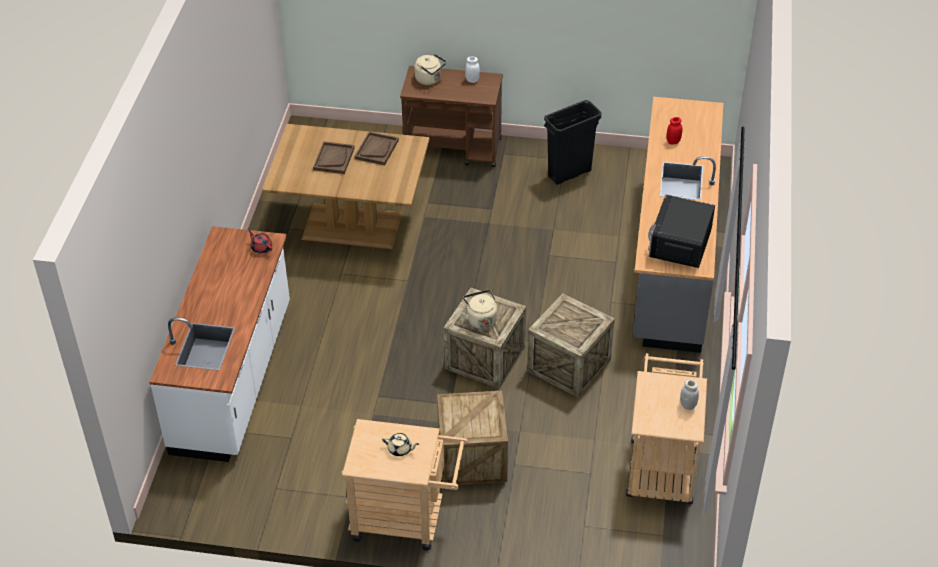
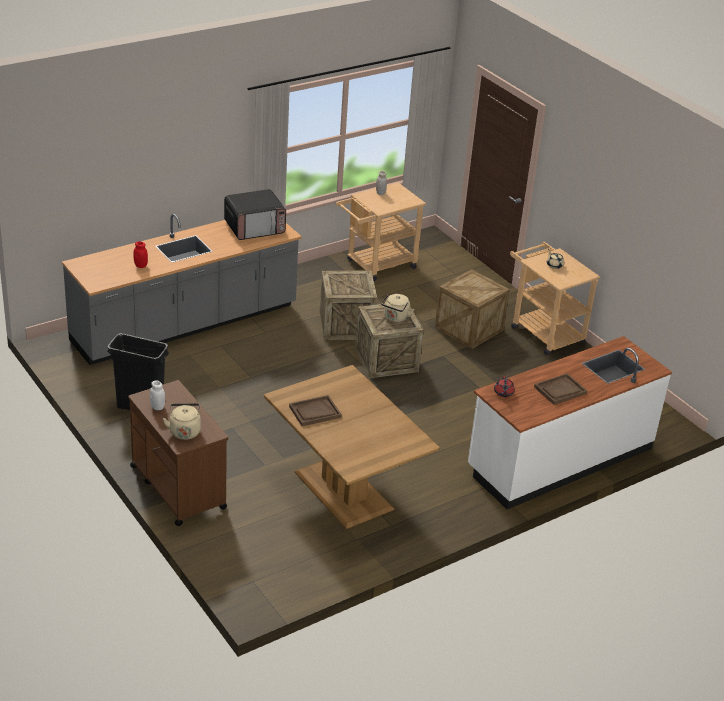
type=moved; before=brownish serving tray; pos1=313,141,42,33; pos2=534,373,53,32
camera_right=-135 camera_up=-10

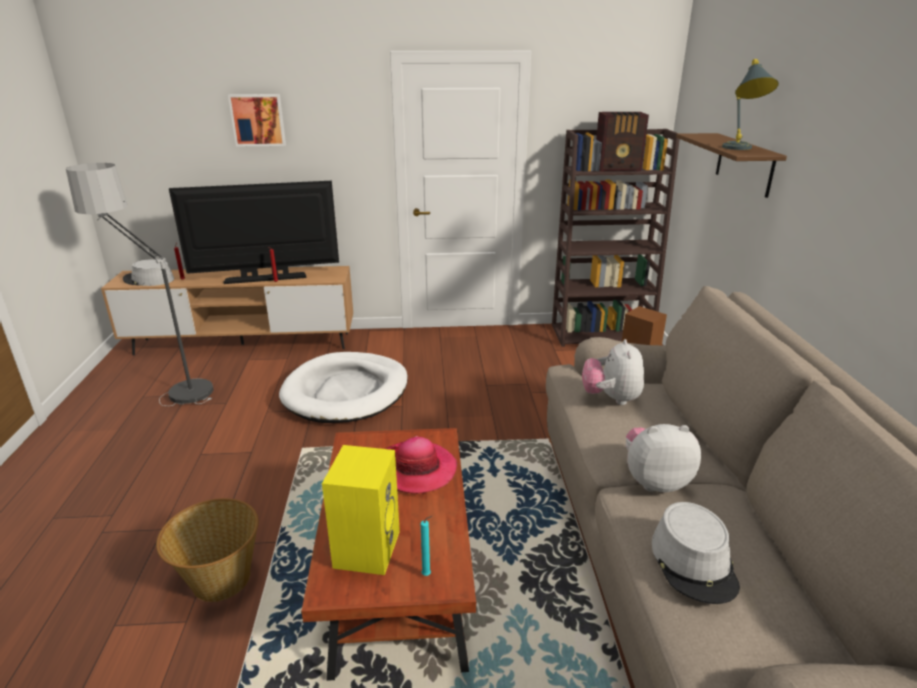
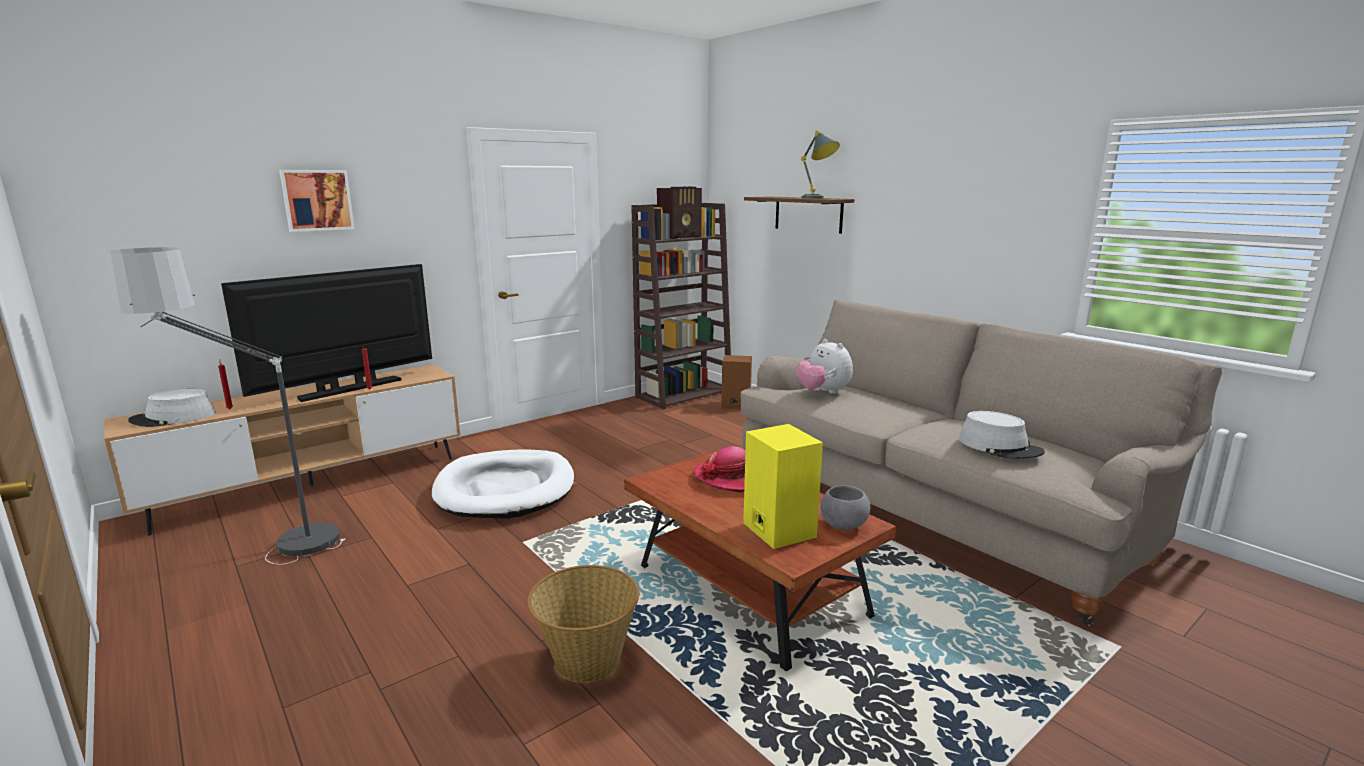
type=removed; before=cuddly toy; pos1=626,424,75,68
type=replaced; before=turquoise-coloured candle; after=grey serving bowl; pos1=421,516,11,60; pos2=820,485,50,45
camera_right=-35 camera_up=-10

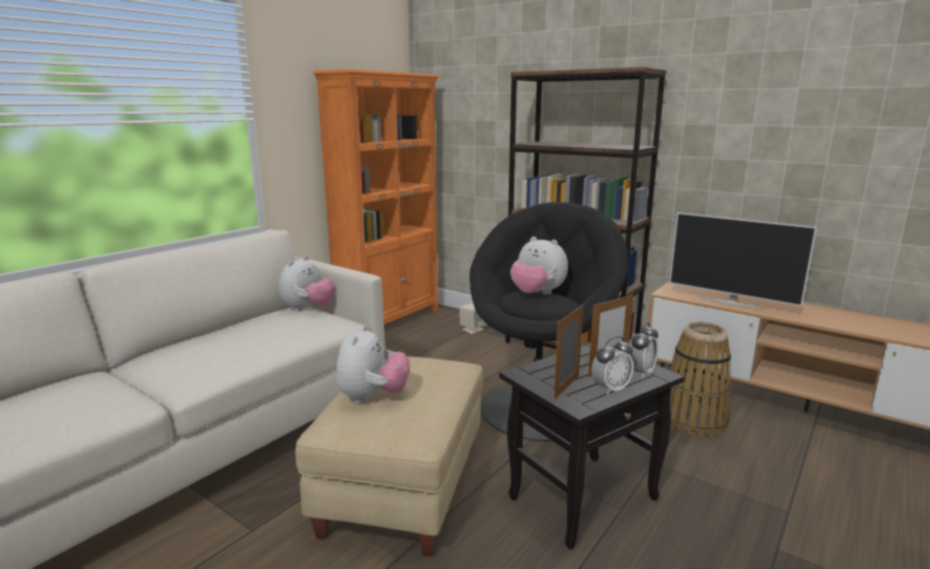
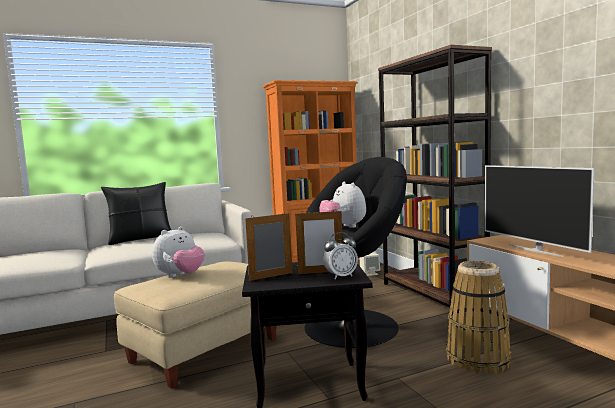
type=removed; before=cuddly toy; pos1=278,256,57,55
type=removed; before=bedside clock; pos1=591,336,43,59
type=added; after=black cushion; pos2=101,182,70,63
camera_right=30 camera_up=-10

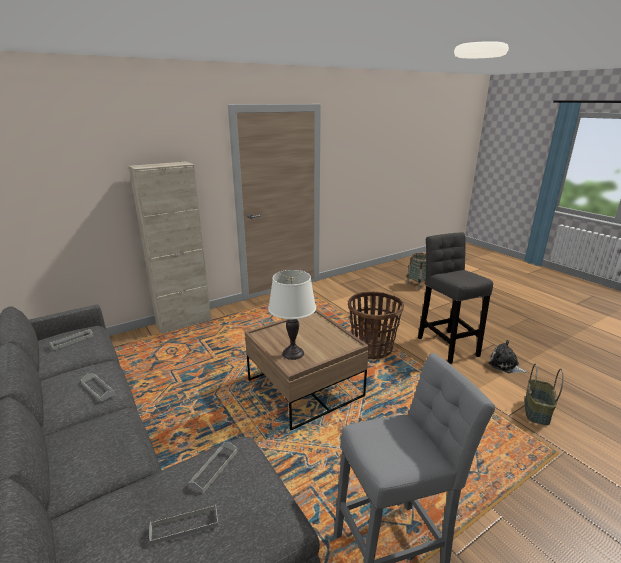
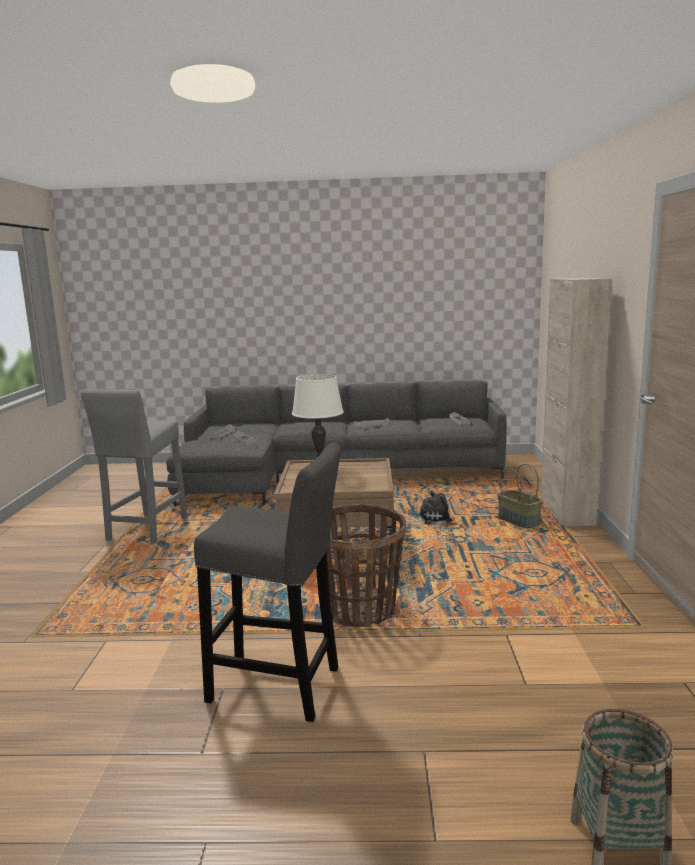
type=moved; before=cuddly toy; pos1=489,340,39,33; pos2=410,490,42,35
type=moved; before=basket; pos1=525,364,39,61; pos2=497,463,46,66
camera_right=125 camera_up=-10

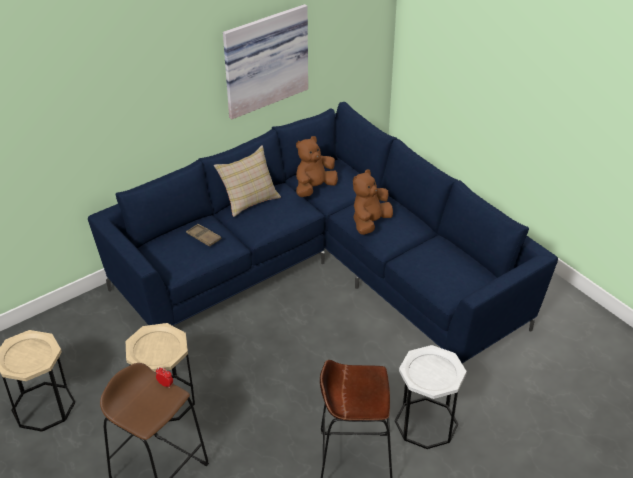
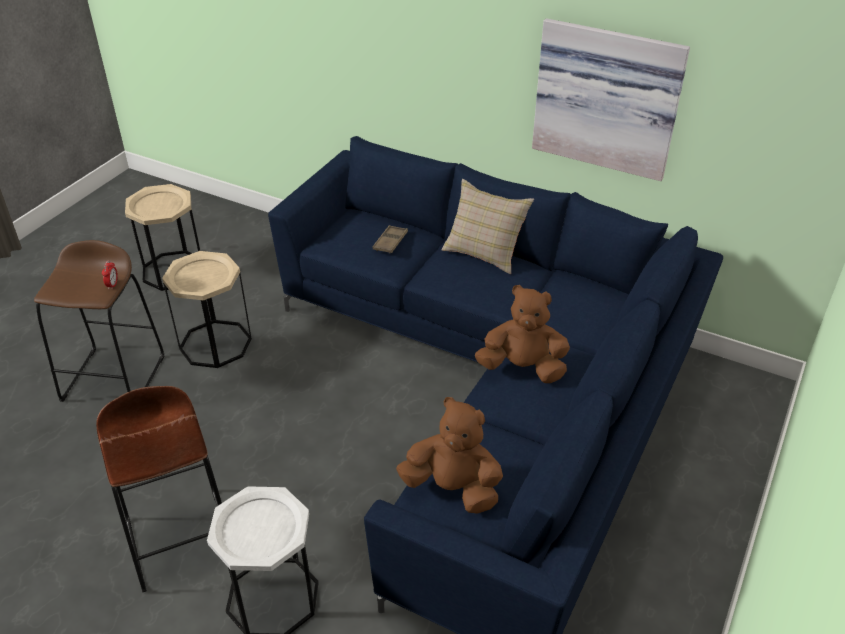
type=moved; before=brownish cuddly toy; pos1=296,136,42,61; pos2=396,397,107,117
camera_right=65 camera_up=0

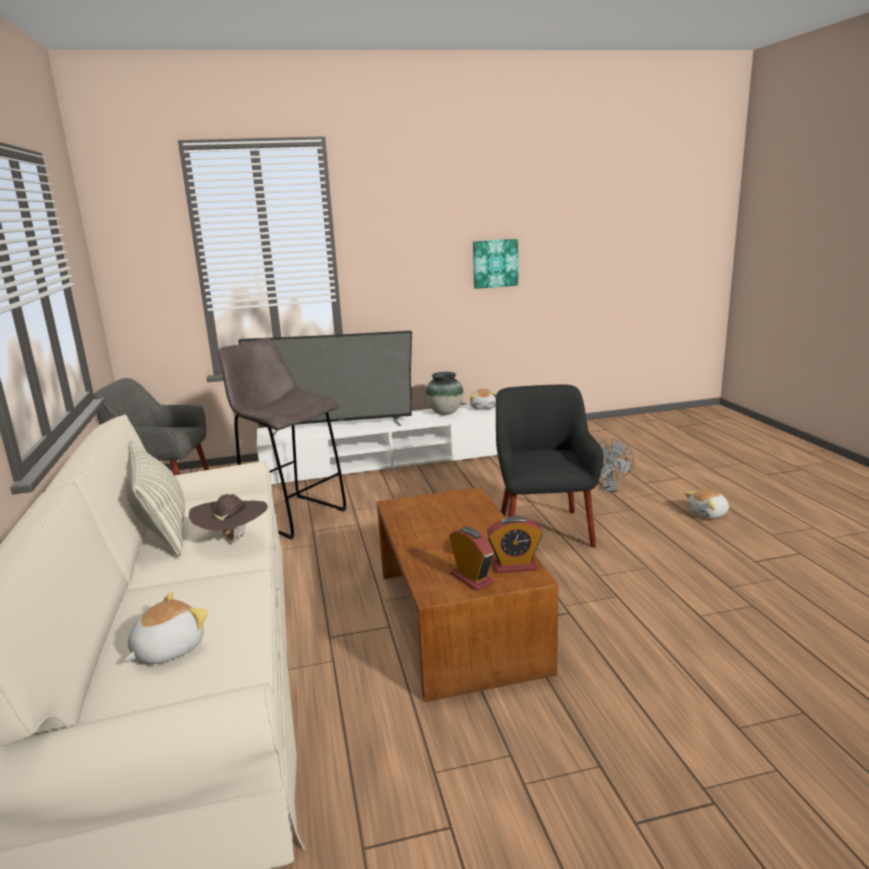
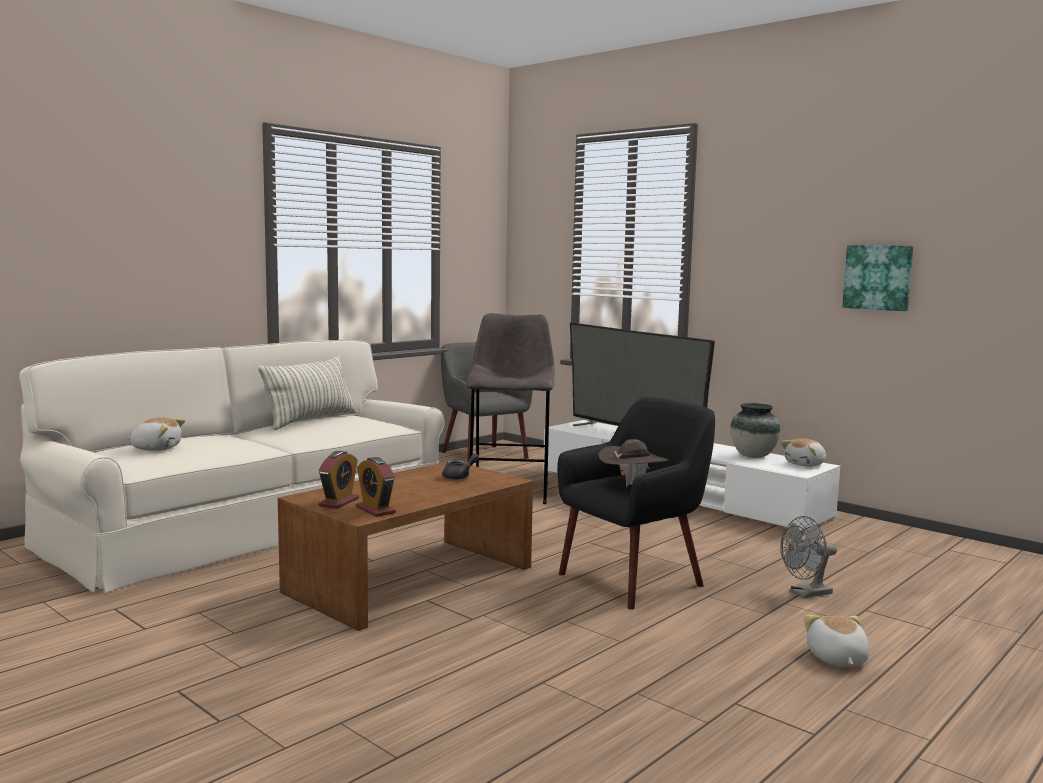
type=added; after=grey pot for tea; pos2=442,453,37,27
type=moved; before=brownish wearable hat; pos1=189,494,79,50; pos2=598,440,70,47
type=turned; before=cuddly toy; pos1=684,489,45,30; pos2=804,615,65,52; turn=60
camera_right=55 camera_up=-10

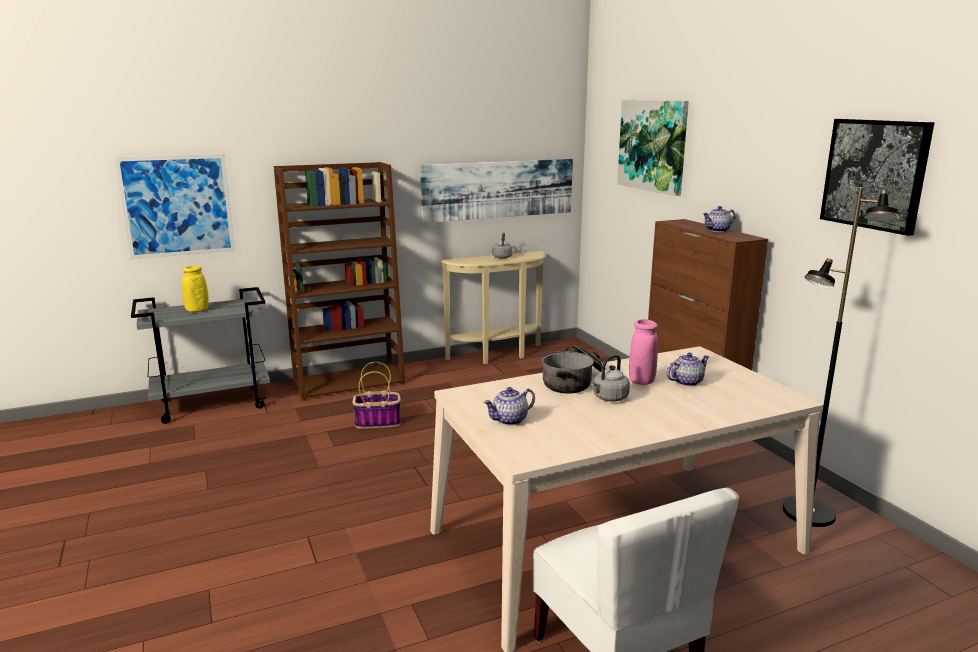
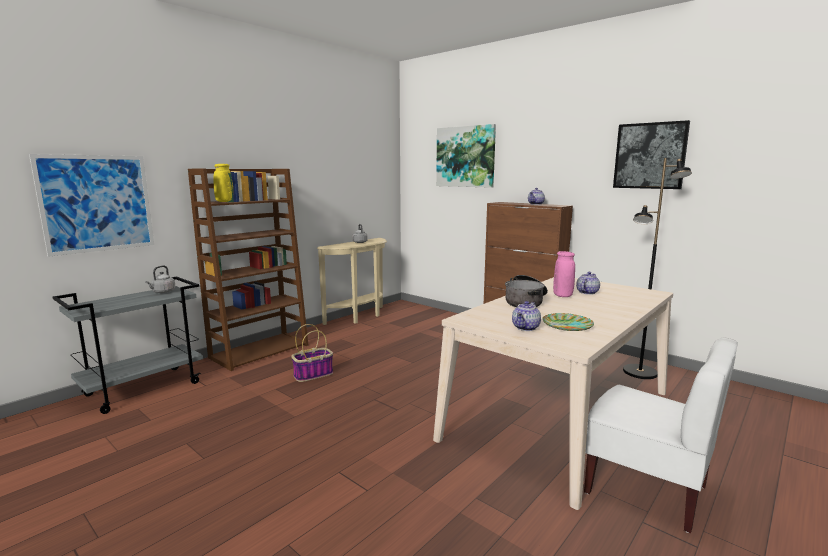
type=removed; before=wall art; pos1=420,159,153,64
type=added; after=dinner plate; pos2=542,313,52,18
type=moved; before=yellow-coloured vase; pos1=182,266,27,46; pos2=213,164,20,38
type=moved; before=grey tea kettle; pos1=590,355,40,47; pos2=145,265,30,28
camera_right=-25 camera_up=-5

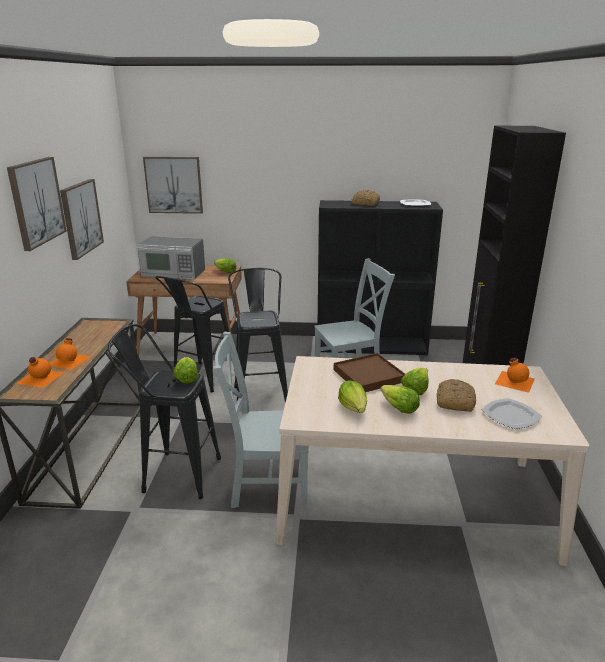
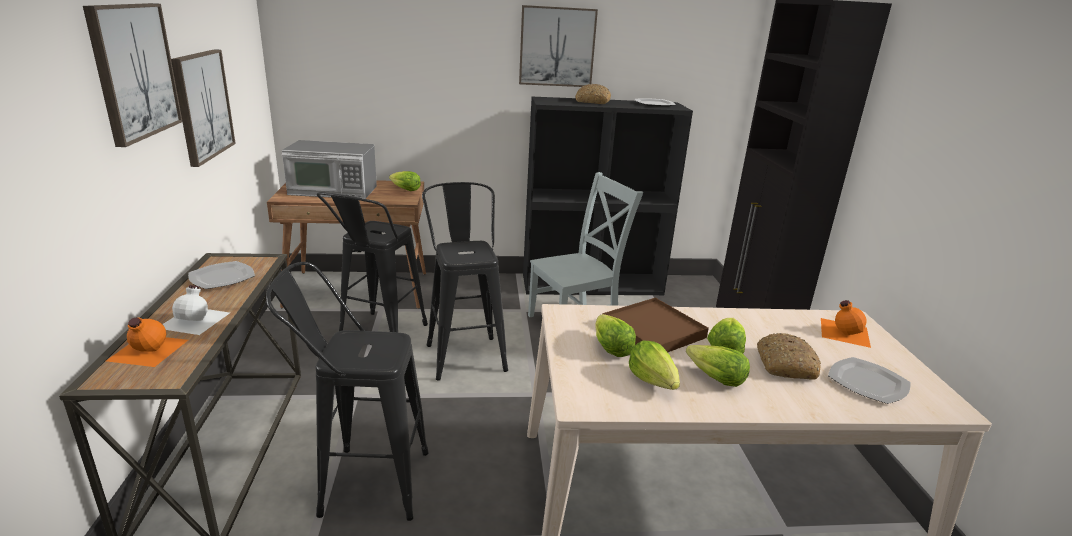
type=removed; before=grey chair; pos1=213,332,96,176
type=added; after=dinner plate; pos2=188,261,67,28
type=moved; before=wall art; pos1=143,157,60,57; pos2=519,5,79,82
type=moved; before=lettuce; pos1=173,357,25,27; pos2=595,314,41,43
type=recoloured; before=orange-coloured drink bottle; after=whitish drink bottle; pos1=50,338,40,32; pos2=162,285,68,50
camera_right=-10 camera_up=0

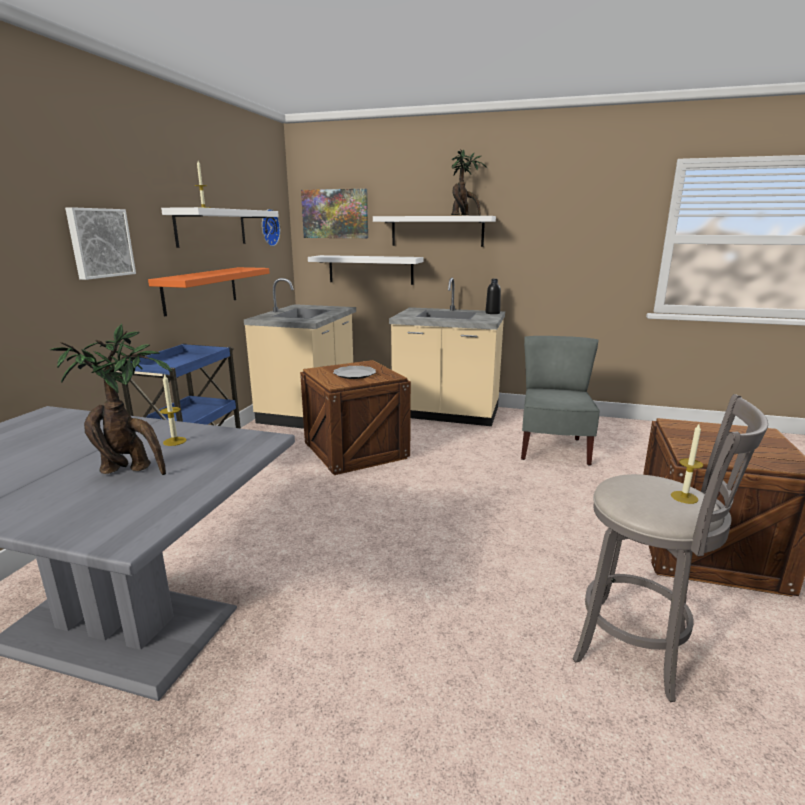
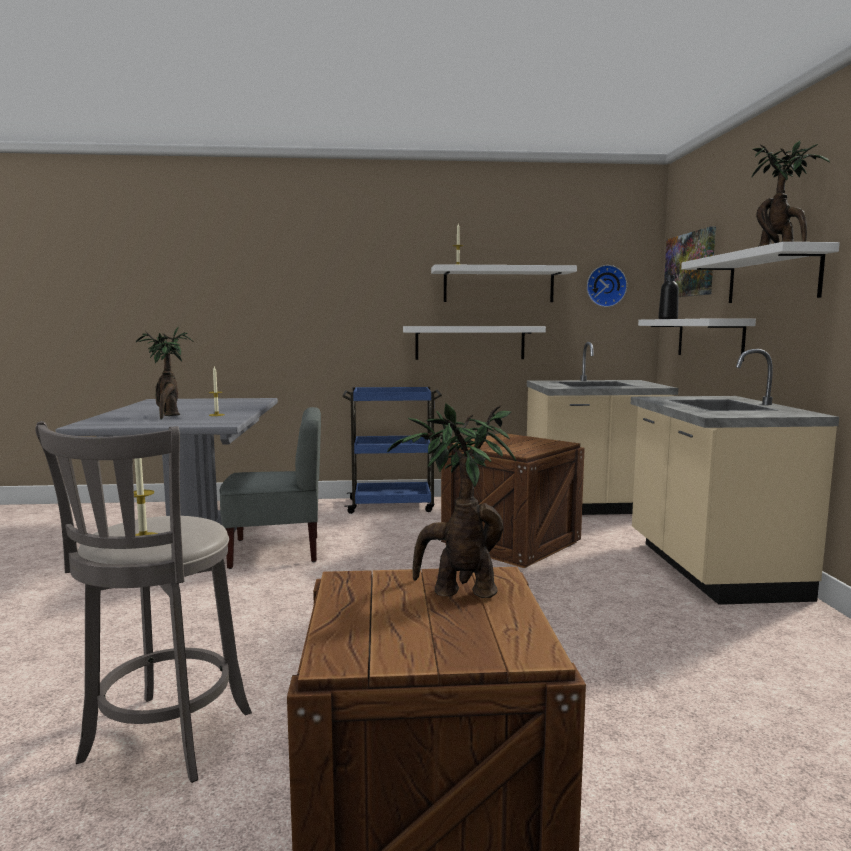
type=removed; before=wall art; pos1=65,207,71,73
type=removed; before=dinner plate; pos1=333,366,43,13
type=added; after=potted plant; pos2=387,403,129,195
type=moved; before=black drink bottle; pos1=486,279,15,35; pos2=658,275,21,44
type=moved; before=grey chair; pos1=521,336,79,129; pos2=219,407,102,162
type=recoloured; before=orange-coloured wall shelf; after=whitish wall shelf; pos1=148,267,122,50; pos2=403,326,143,34
camera_right=70 camera_up=-10

